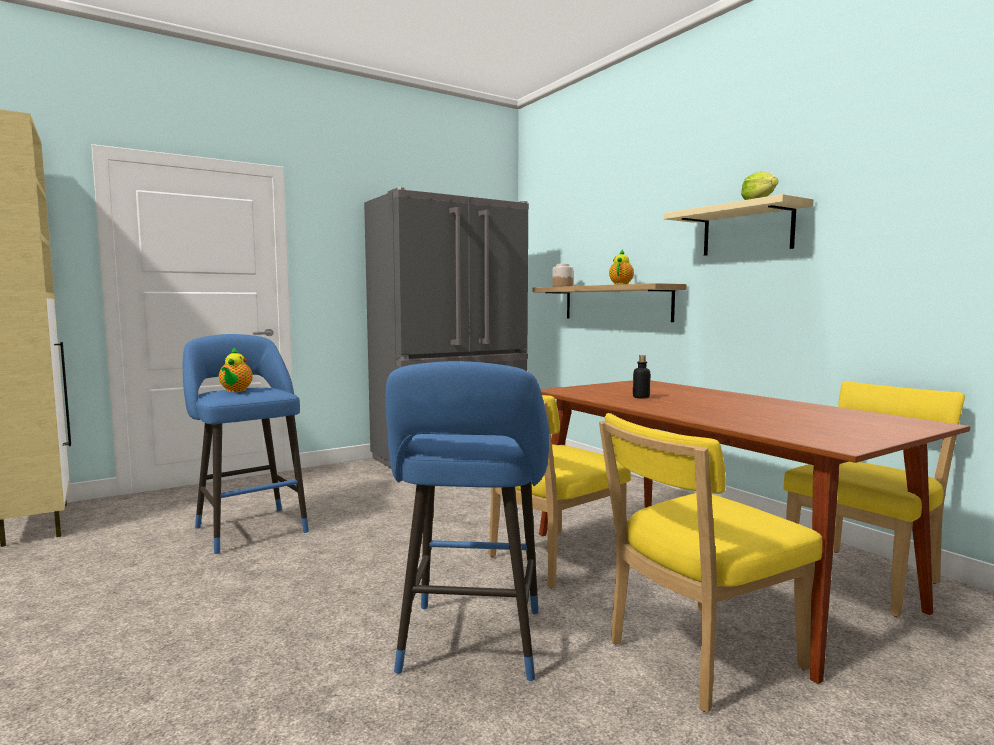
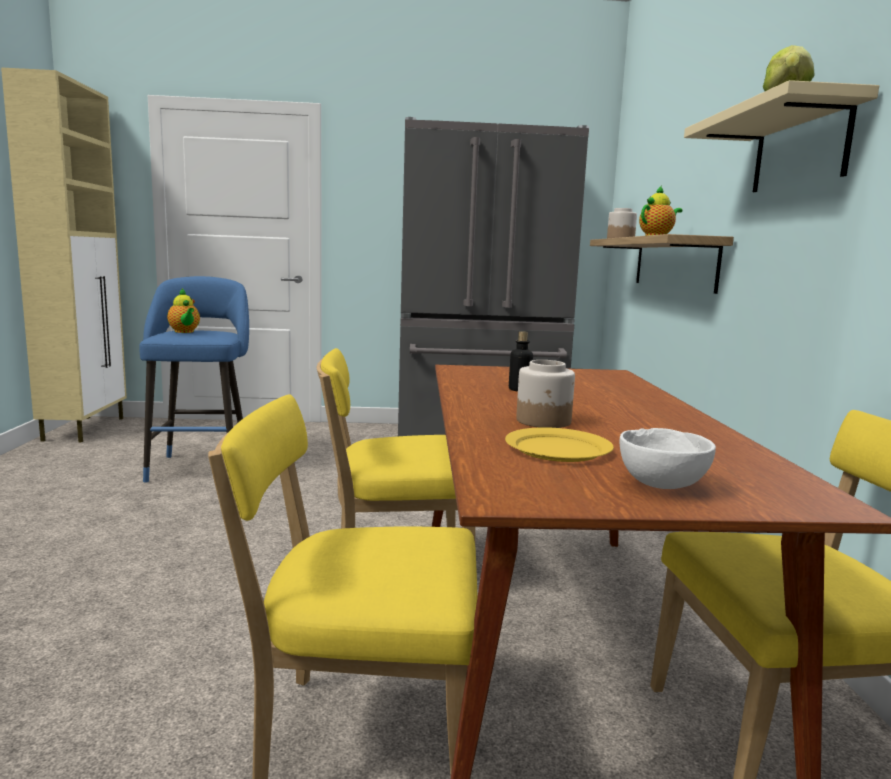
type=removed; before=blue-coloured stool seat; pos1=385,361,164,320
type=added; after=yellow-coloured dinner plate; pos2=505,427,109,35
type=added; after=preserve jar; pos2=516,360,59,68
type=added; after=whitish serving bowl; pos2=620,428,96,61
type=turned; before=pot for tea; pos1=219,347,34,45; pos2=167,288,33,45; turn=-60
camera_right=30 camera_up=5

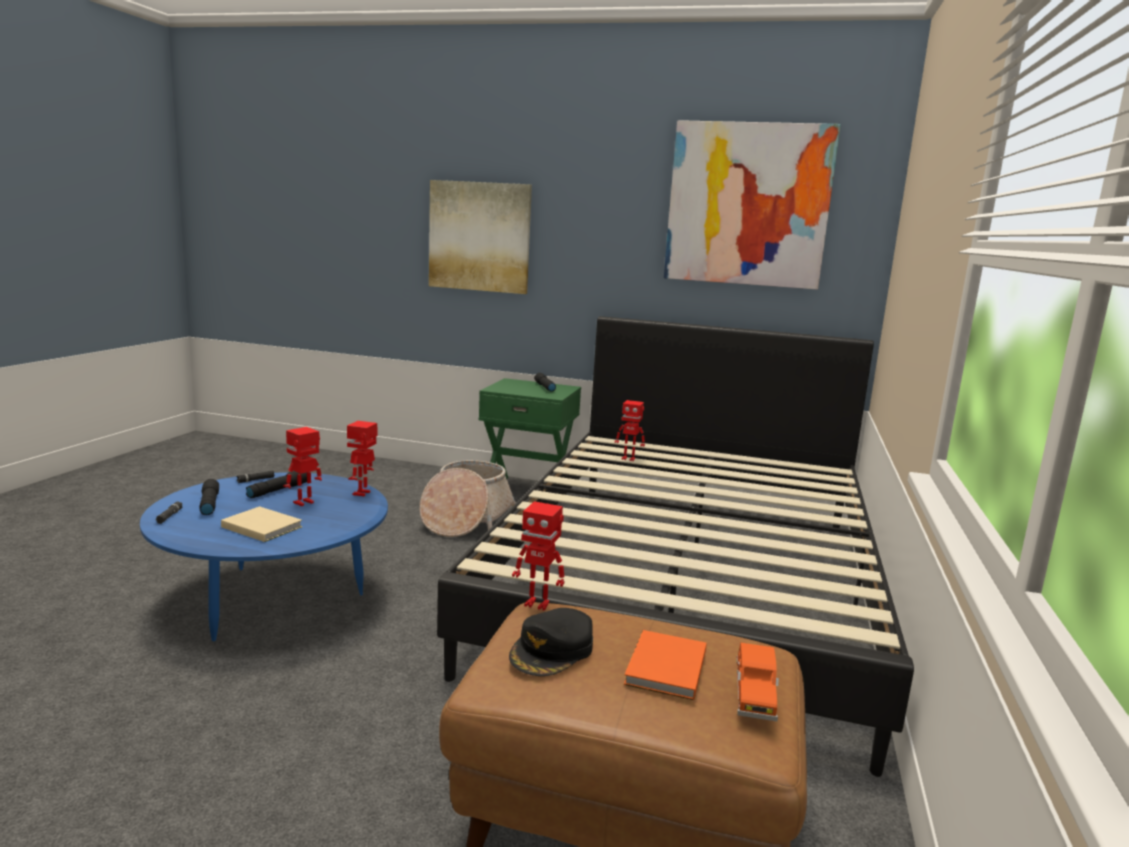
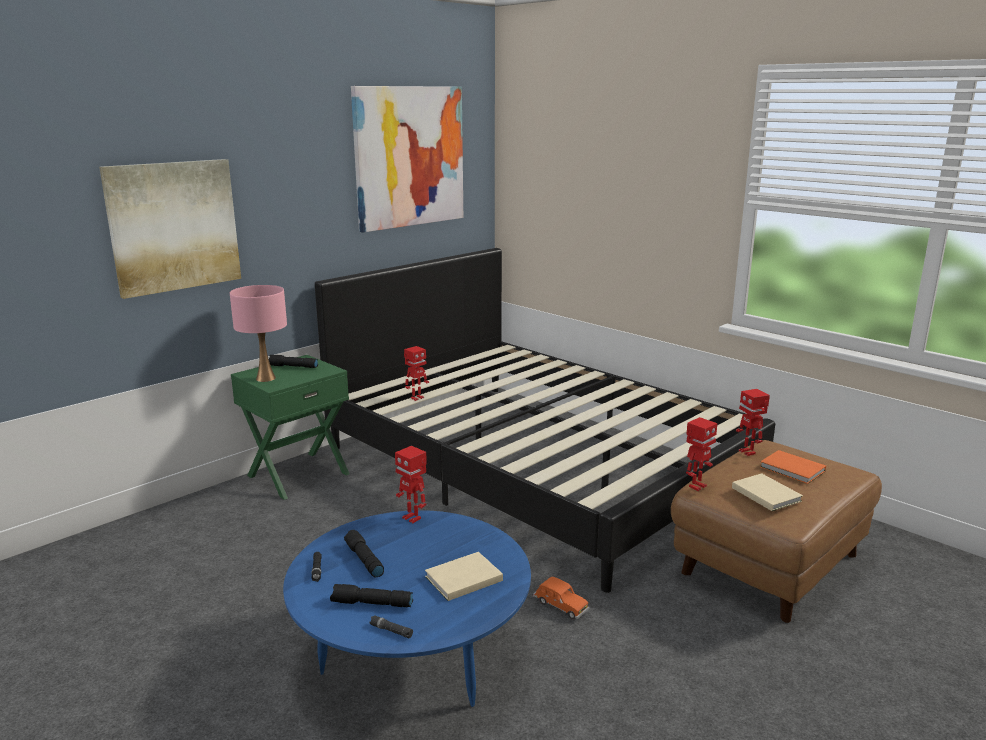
type=removed; before=basket; pos1=420,460,96,77
type=added; after=pink-coloured table lamp; pos2=230,285,57,97
type=moved; before=robot figure; pos1=283,427,39,79; pos2=736,389,34,67
type=moved; before=orange-coloured model car; pos1=736,643,43,78; pos2=533,577,57,42
type=replaced; before=black peaked cap; after=sand-coloured bound book; pos1=509,608,84,68; pos2=732,473,71,38
camera_right=-60 camera_up=5

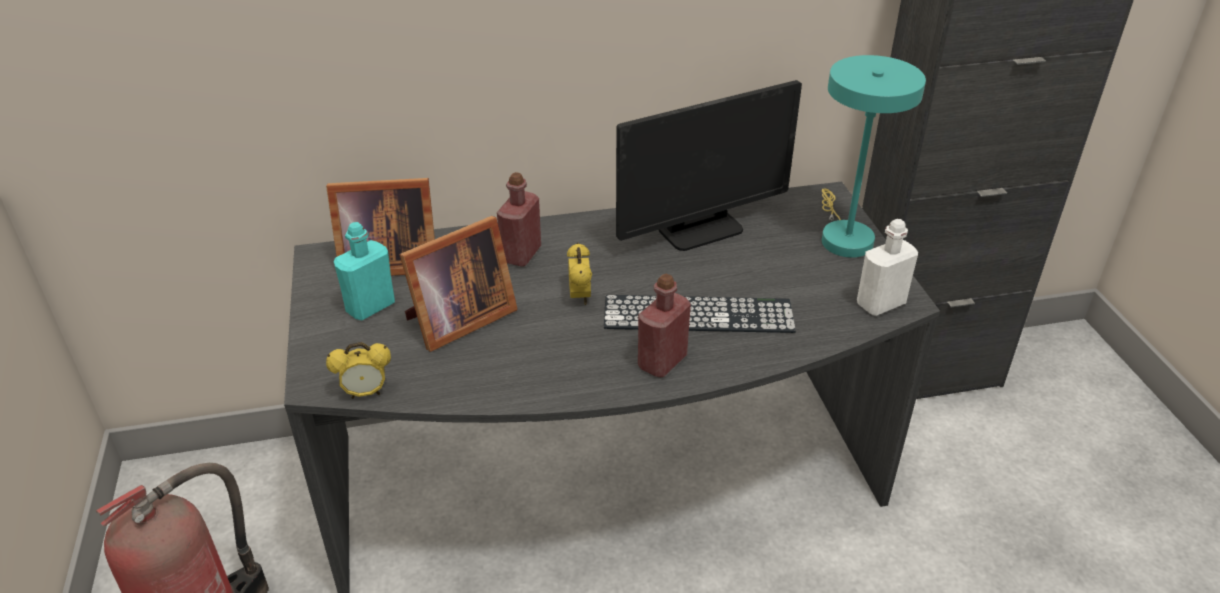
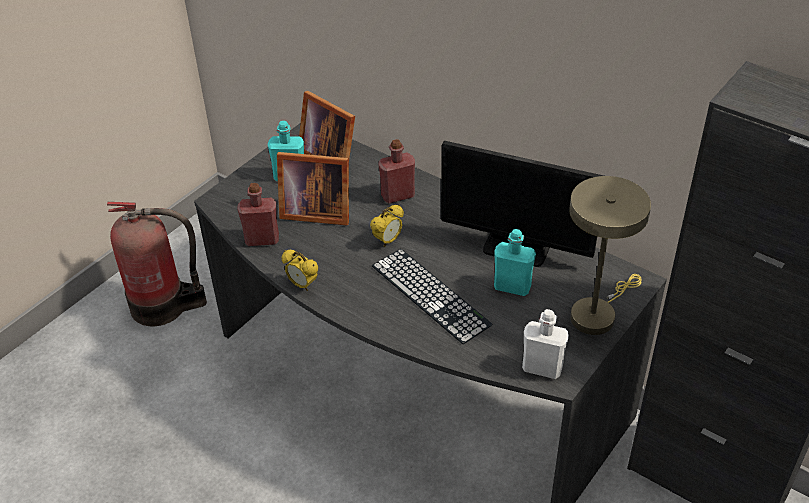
type=added; after=turquoise-coloured drink bottle; pos2=494,229,42,67
type=moved; before=bedside clock; pos1=326,342,65,57; pos2=282,250,36,41
type=moved; before=red-coloured drink bottle; pos1=638,273,53,104; pos2=237,183,42,63
type=recoloured; before=turquoise-coloured table lamp; after=sand-coloured table lamp; pos1=822,55,104,203; pos2=569,176,82,159
camera_right=50 camera_up=5

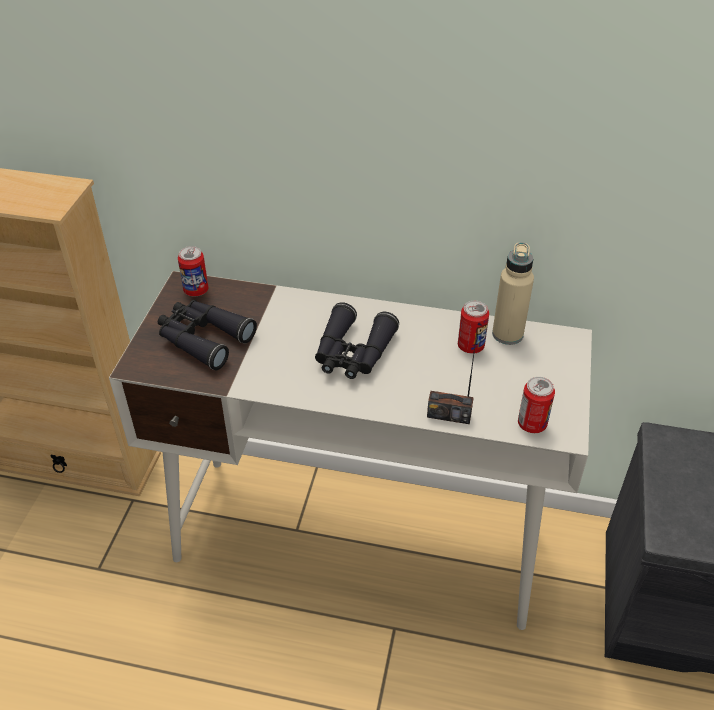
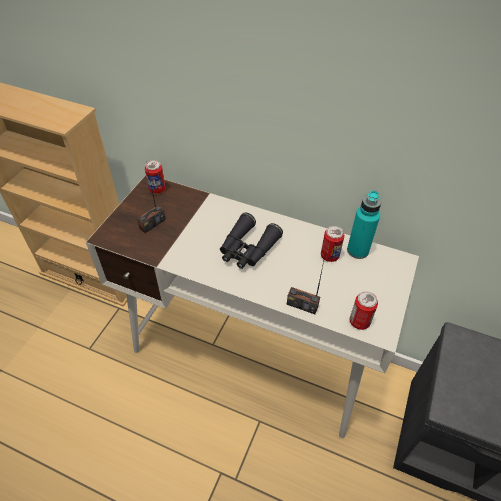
type=replaced; before=black pair of binoculars; after=radio receiver; pos1=158,300,99,70; pos2=137,165,29,68
type=recoloured; before=sand-coloured drink bottle; after=turquoise-coloured drink bottle; pos1=492,243,42,102; pos2=347,190,34,69
camera_right=10 camera_up=5

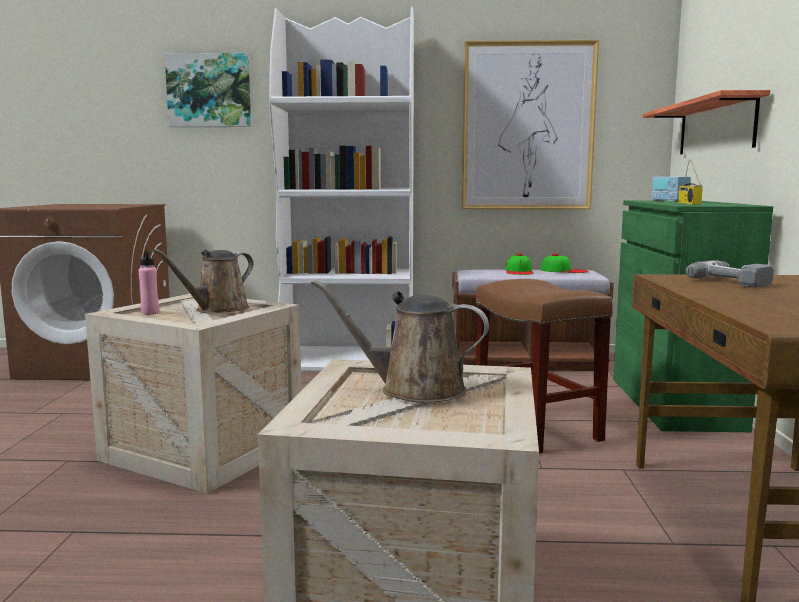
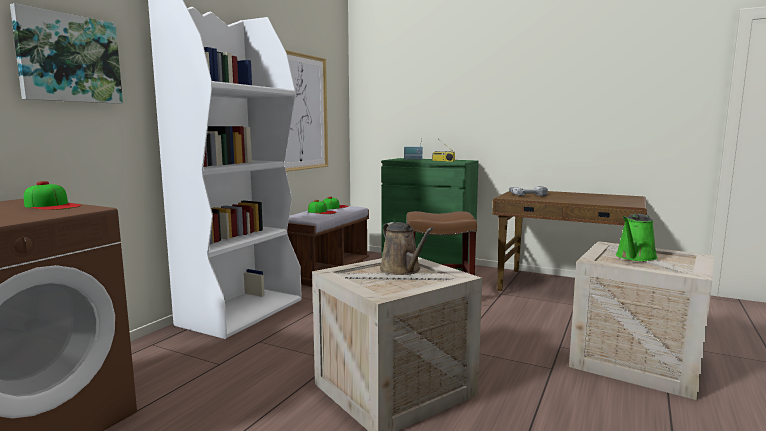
type=removed; before=pink-coloured drink bottle; pos1=138,250,21,65
type=removed; before=wall shelf; pos1=642,90,128,65
type=added; after=peaked cap; pos2=24,181,58,29
type=recoloured; before=brownish watering pot; after=greenish watering pot; pos1=311,279,178,124; pos2=616,214,42,47
camera_right=-65 camera_up=0

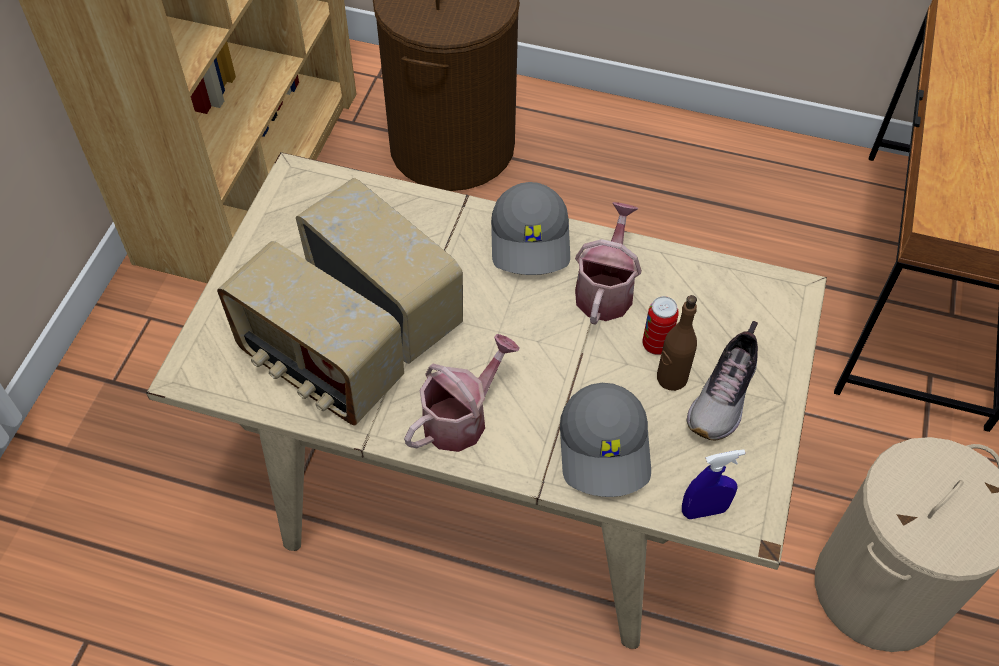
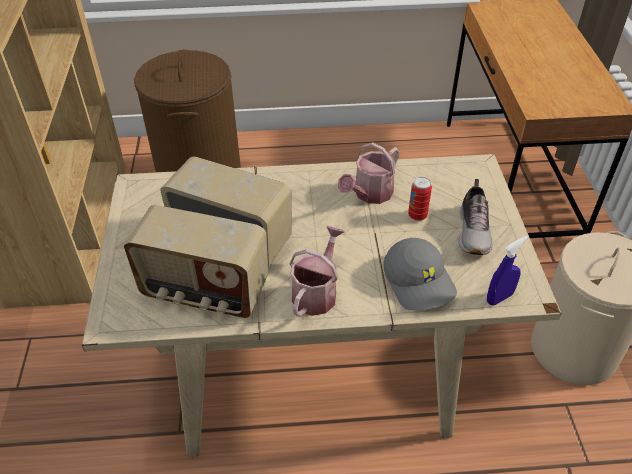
type=removed; before=grey peaked cap; pos1=491,182,79,93
type=removed; before=brownish drink bottle; pos1=657,295,40,96
type=turned; before=watering pot; pos1=575,202,67,123; pos2=338,142,62,62; turn=-135
camera_right=-20 camera_up=-10

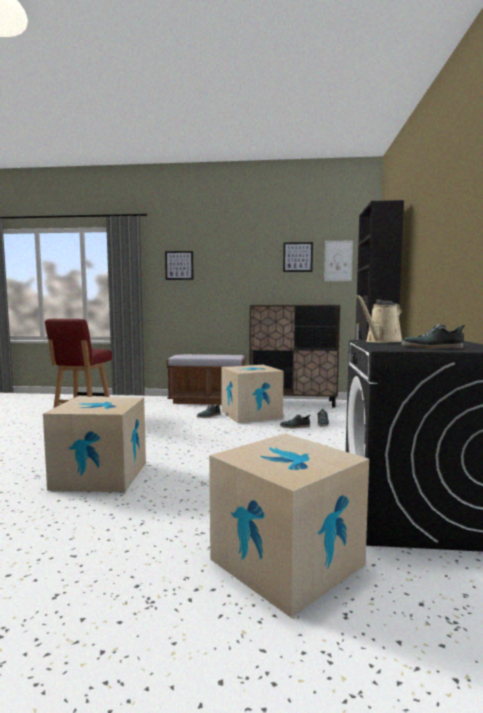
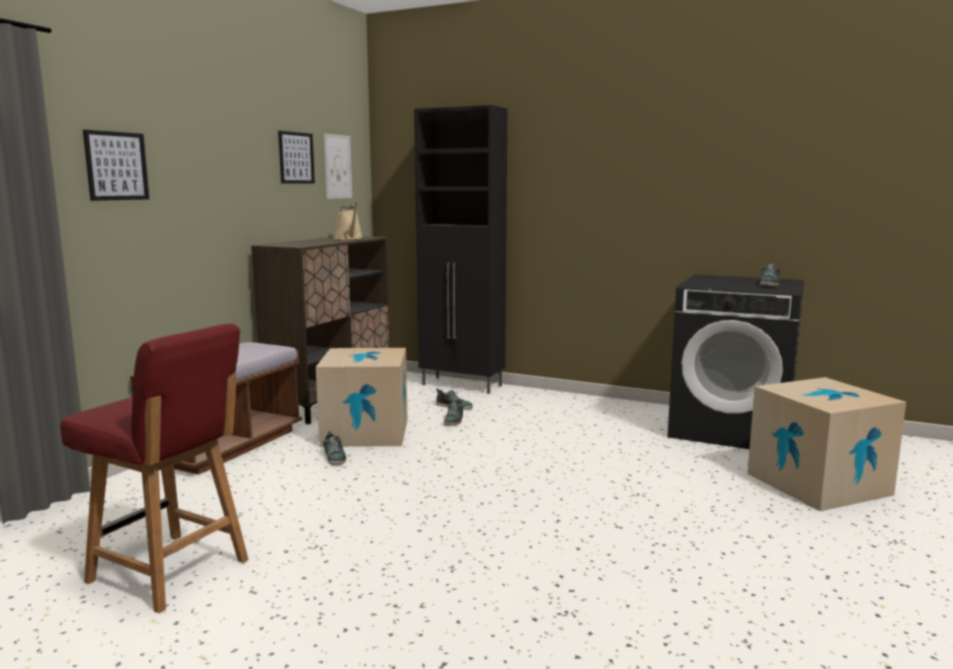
type=removed; before=cardboard box; pos1=43,397,103,95
type=moved; before=sand-coloured watering pot; pos1=356,295,46,48; pos2=335,203,28,37
camera_right=-70 camera_up=5

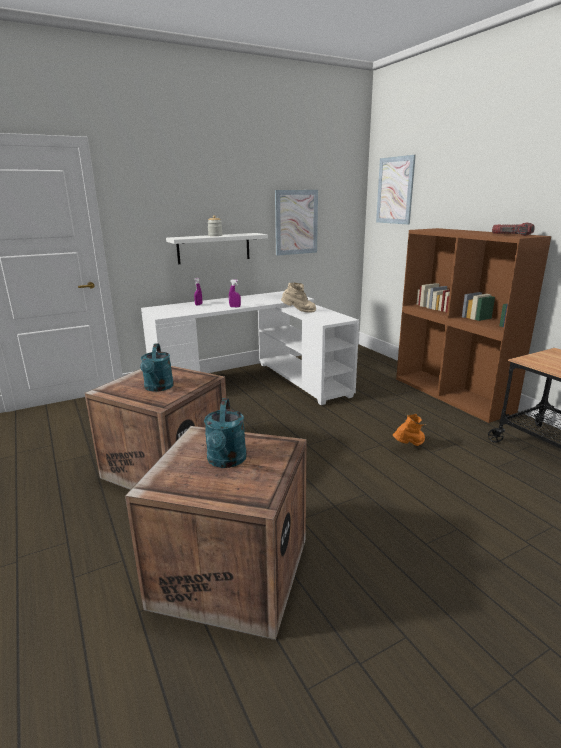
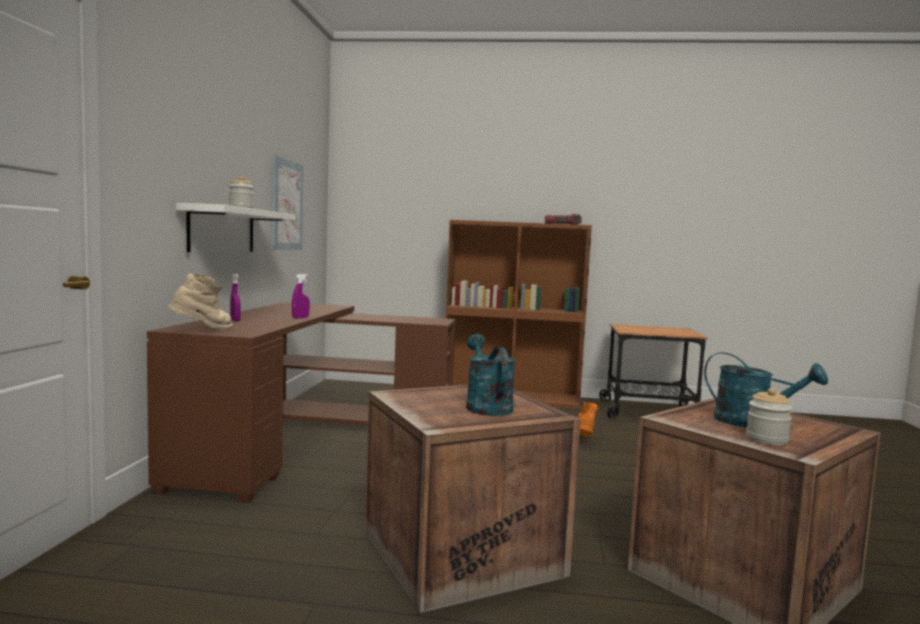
type=removed; before=wall art; pos1=376,155,40,69
type=added; after=preserve jar; pos2=746,388,47,57
type=moved; before=sand-coloured tall boot; pos1=281,283,35,30; pos2=167,273,65,57
type=recoloured; before=whitish desk unit; after=brownish desk unit; pos1=141,291,218,114; pos2=147,302,308,201
type=turned; before=turquoise-coloured watering pot; pos1=140,343,34,49; pos2=466,334,50,82; turn=-135
camera_right=-55 camera_up=-15

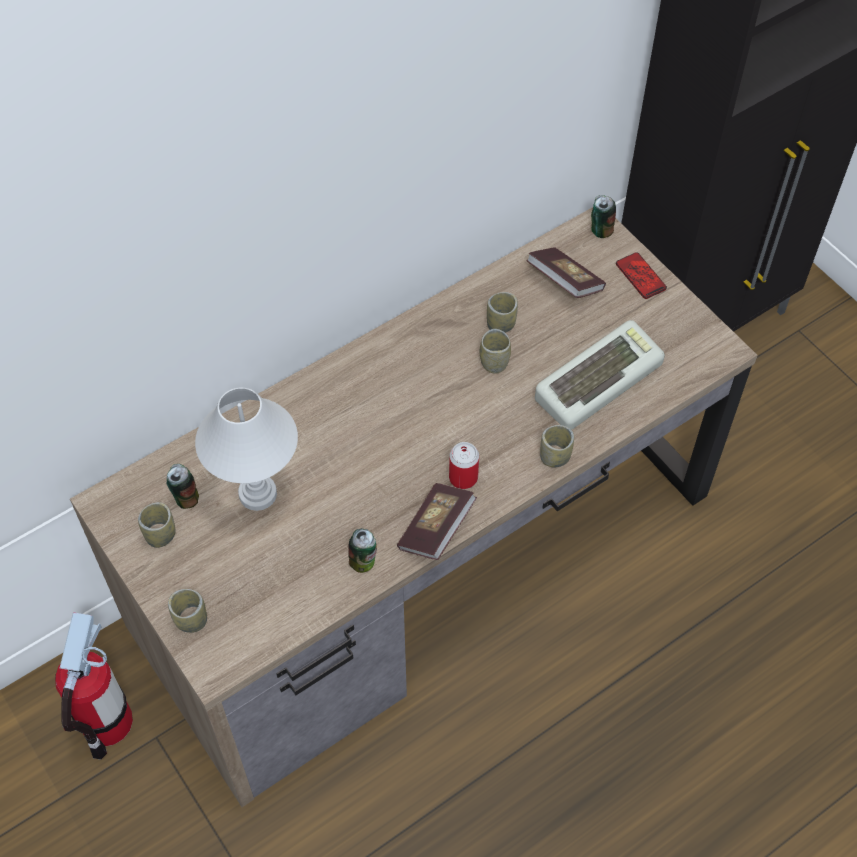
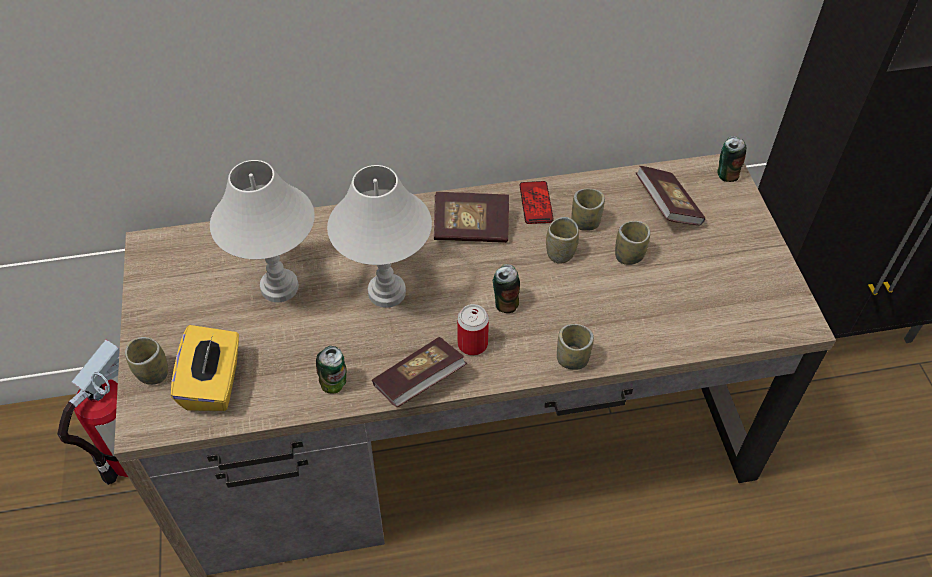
type=removed; before=PC keyboard; pos1=535,320,130,110
type=added; after=yellow-coloured tissue box; pos2=171,325,68,86
type=added; after=whitish table lamp; pos2=327,165,105,143
type=added; after=bound book; pos2=434,192,75,51
type=moved; before=small cup; pos1=138,502,37,46; pos2=615,221,35,44
type=moved; before=metal can; pos1=167,464,32,45; pos2=493,264,27,49
type=moved; before=handset; pos1=616,252,51,47; pos2=520,181,34,43
camera_right=25 camera_up=-5

